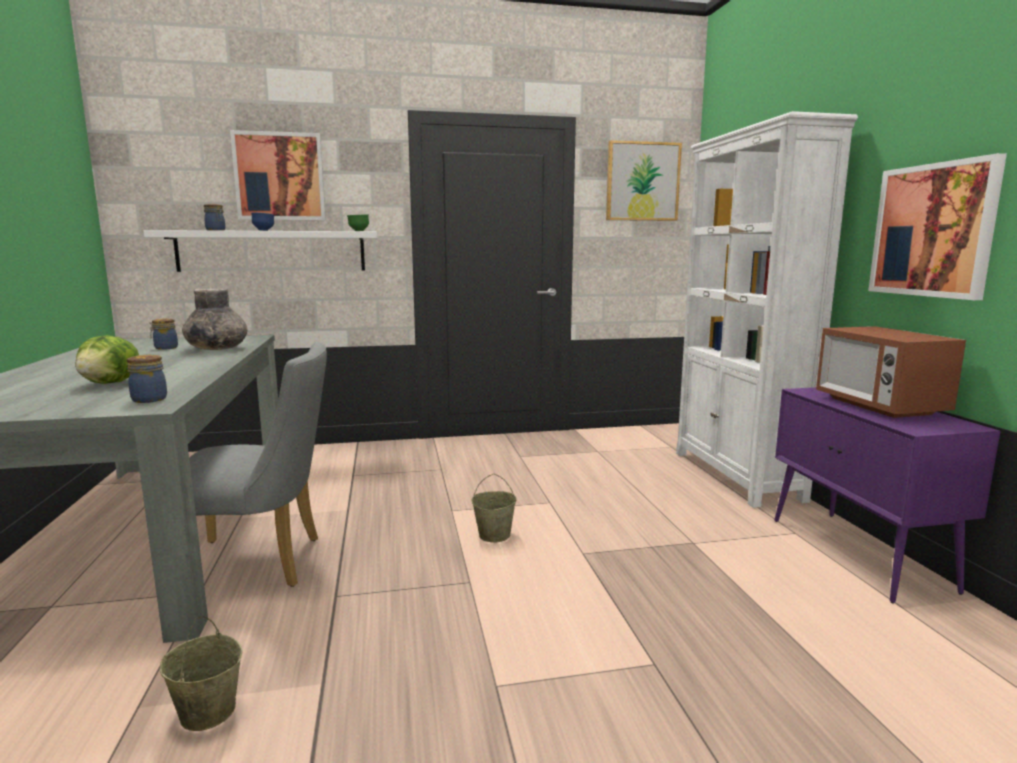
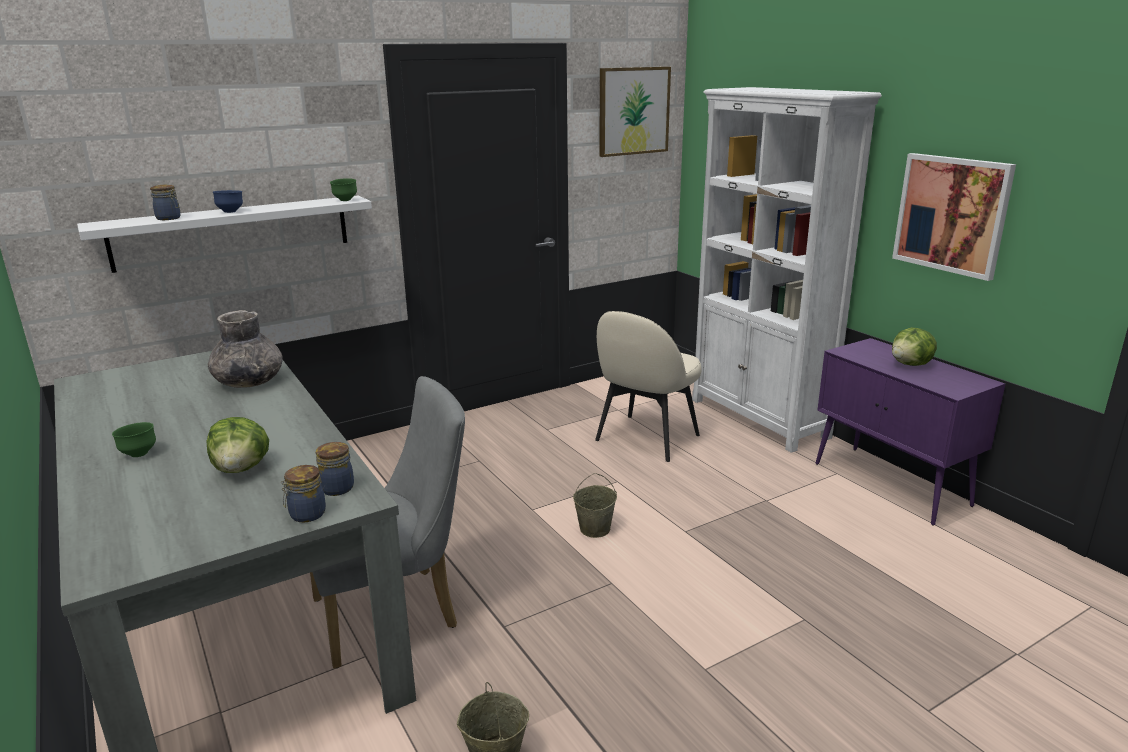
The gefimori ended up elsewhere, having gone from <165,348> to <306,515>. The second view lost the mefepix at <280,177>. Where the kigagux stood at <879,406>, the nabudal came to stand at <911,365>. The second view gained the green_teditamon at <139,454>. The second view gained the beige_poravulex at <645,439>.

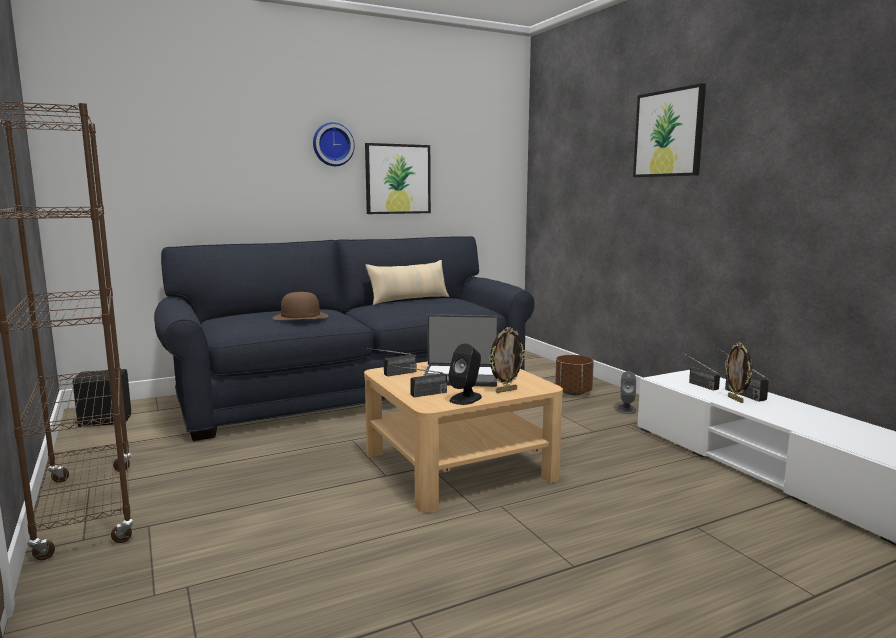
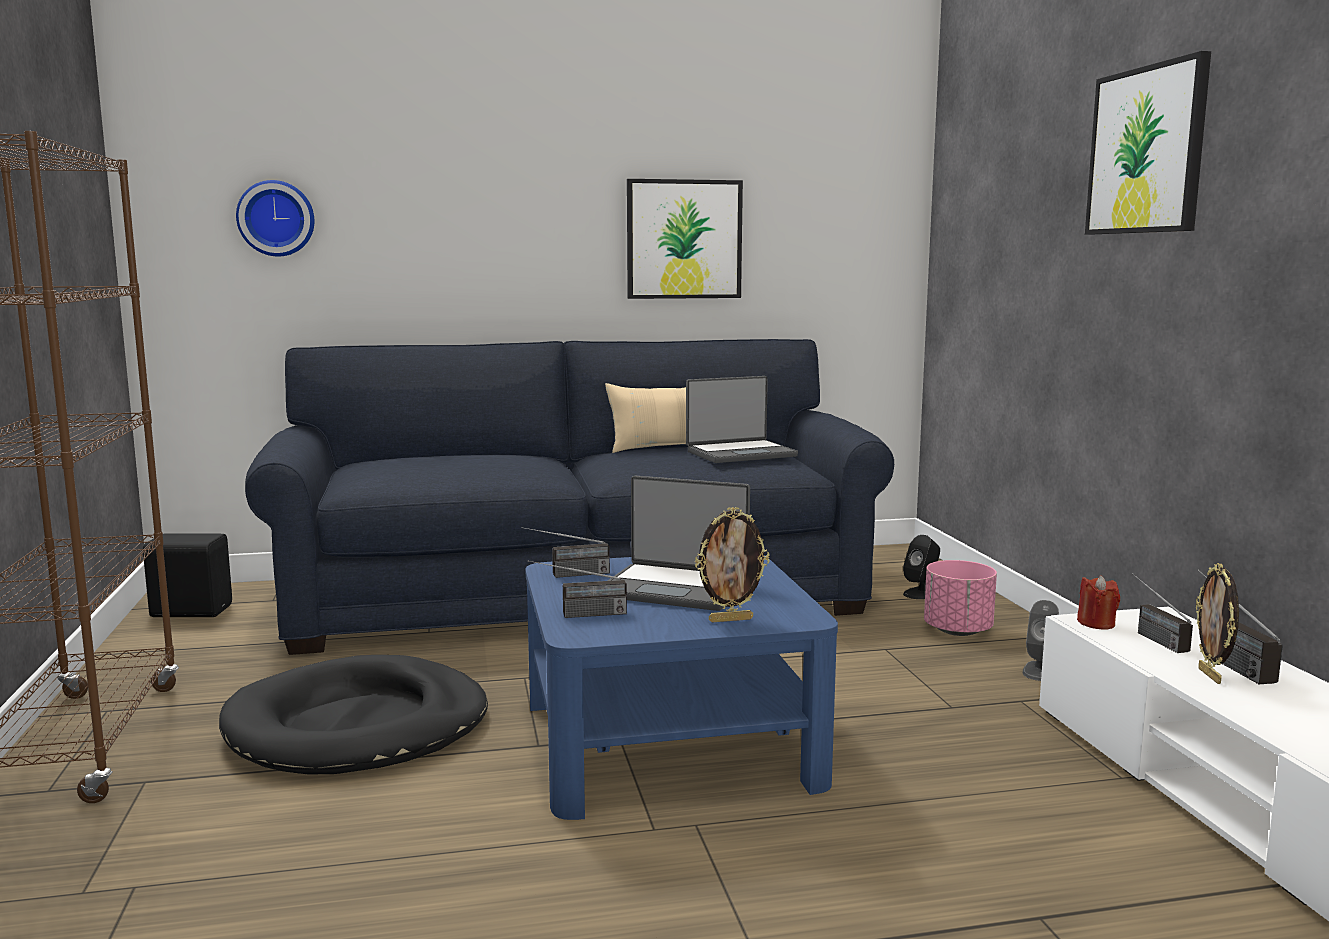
The second view lost the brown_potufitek at <300,317>. The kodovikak ended up elsewhere, having gone from <332,144> to <276,218>. What was the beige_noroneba at <459,465> turned into the blue_noroneba at <670,741>. The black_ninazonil ended up elsewhere, having gone from <466,398> to <921,593>. What was the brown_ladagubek at <573,393> turned into the pink_ladagubek at <958,631>. The second view gained the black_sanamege at <358,726>. The second view gained the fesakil at <740,453>. The second view gained the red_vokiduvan at <1096,623>.

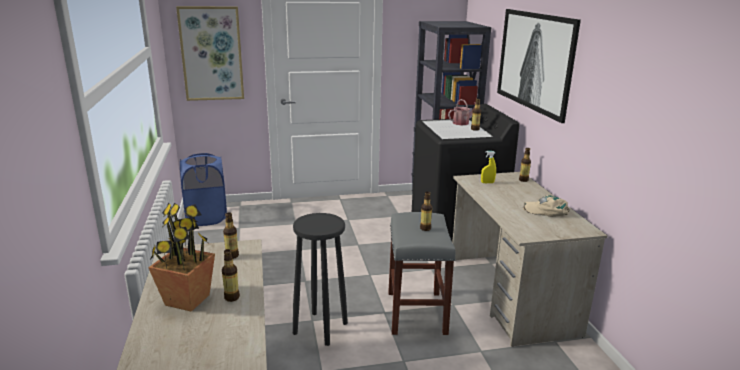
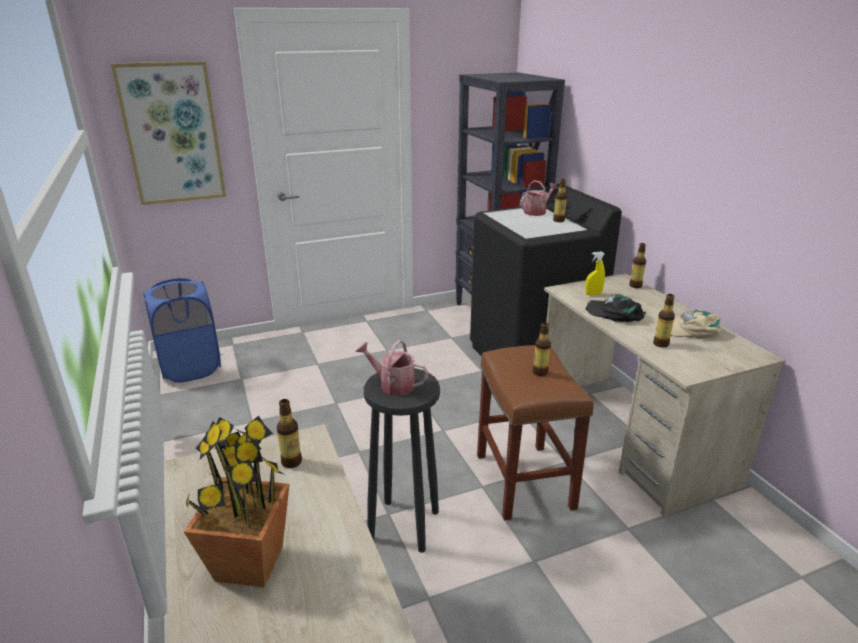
The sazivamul ended up elsewhere, having gone from <232,297> to <660,344>. What was the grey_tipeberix at <416,312> turned into the brown_tipeberix at <523,480>. The second view lost the mefepix at <536,61>. The second view gained the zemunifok at <392,384>. The second view gained the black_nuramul at <615,313>.

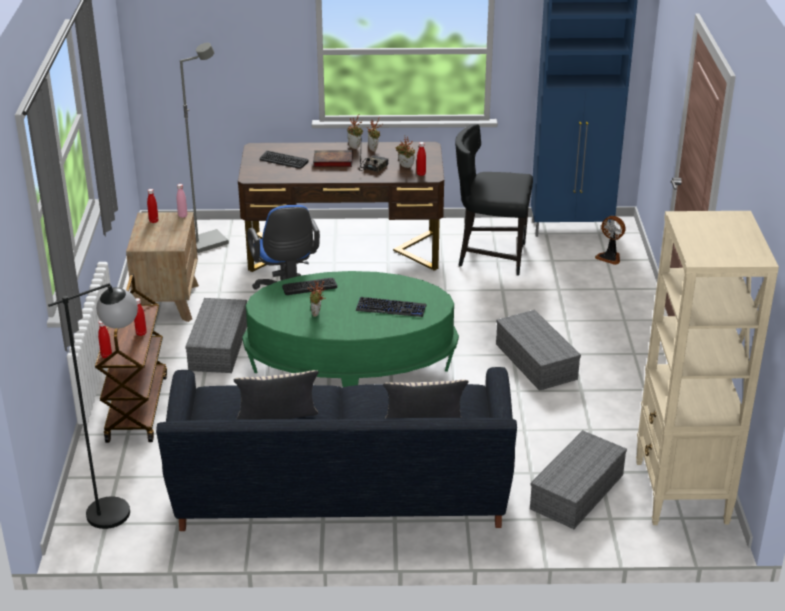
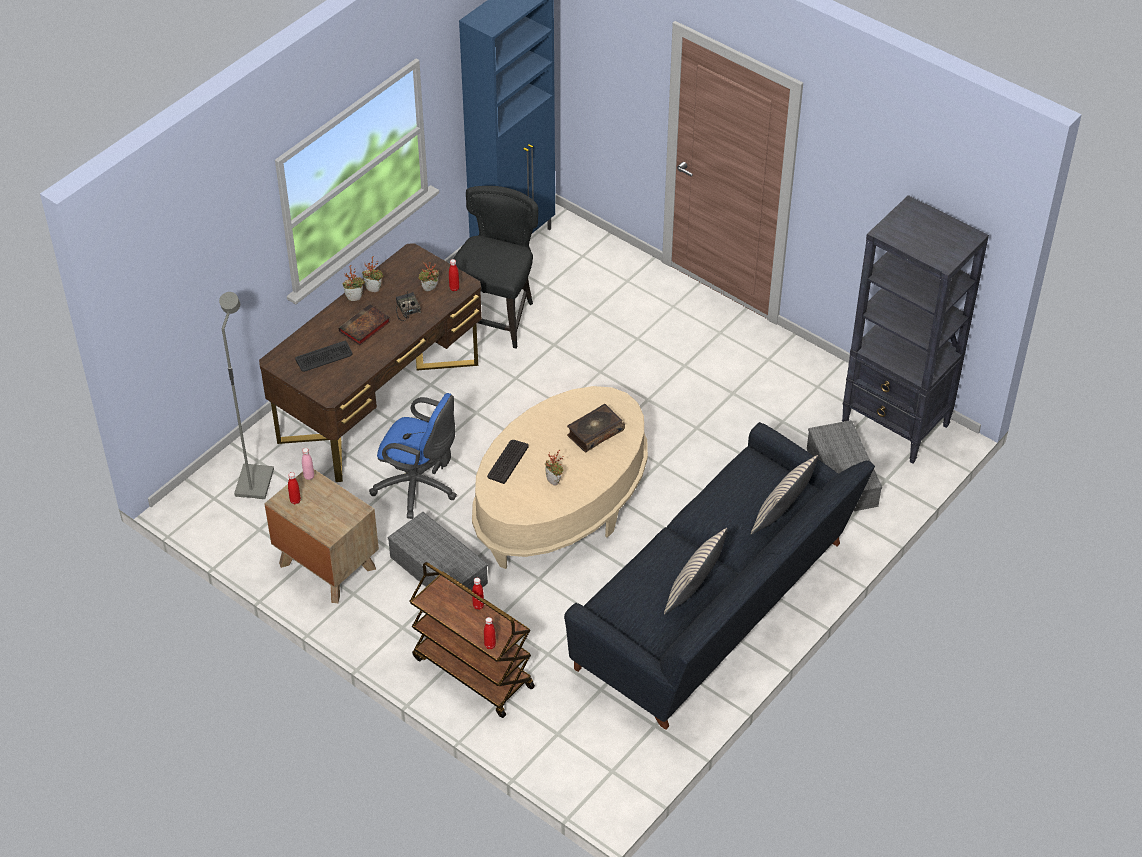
The second view lost the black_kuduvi at <122,507>. What was the green_noroneba at <351,367> turned into the beige_noroneba at <561,504>. Where the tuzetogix stood at <391,308>, the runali came to stand at <595,433>. The black_poravulex at <490,256> ended up facing another way, 150 degrees clockwise from before. The second view lost the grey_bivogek at <537,362>. The second view lost the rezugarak at <609,257>. What was the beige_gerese at <681,493> turned into the black_gerese at <896,425>.

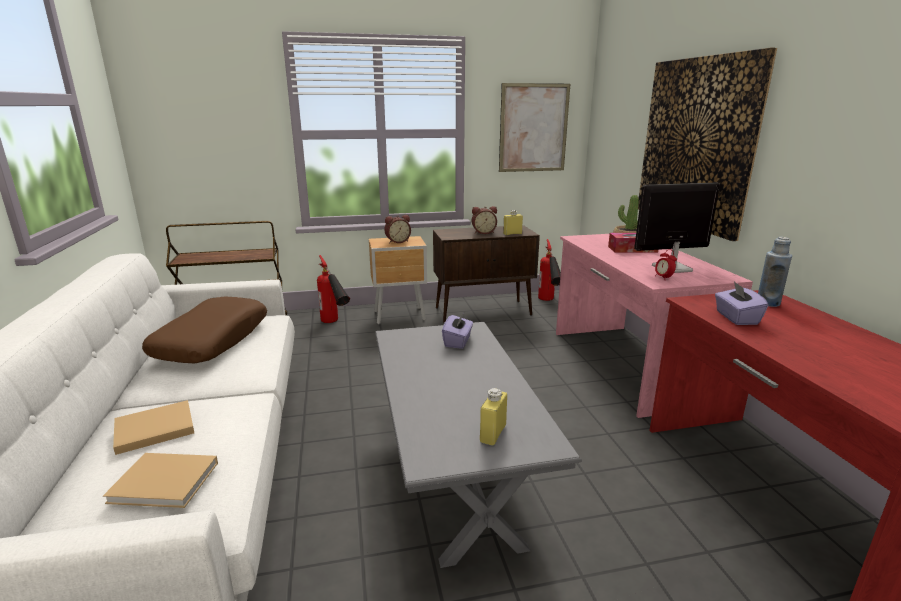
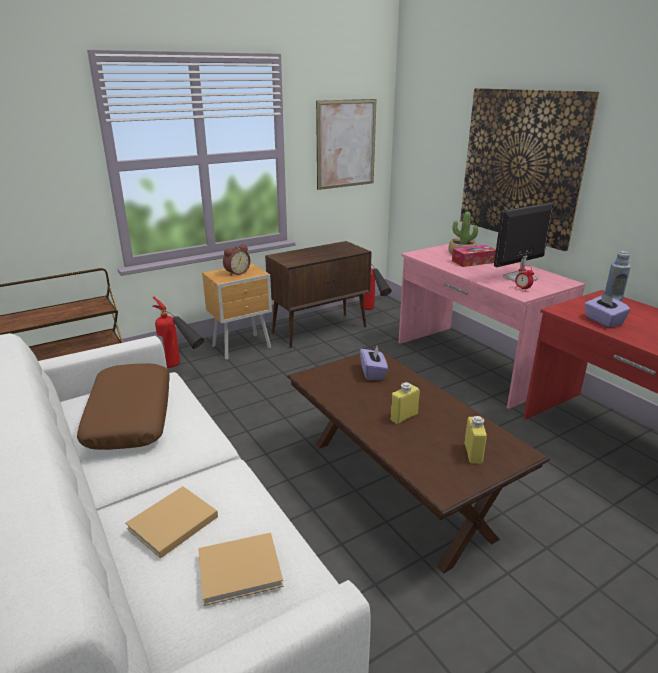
What was the grey_noroneba at <454,467> turned into the brown_noroneba at <396,486>. The second view lost the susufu at <483,232>. The yellow_sazivamul ended up elsewhere, having gone from <512,234> to <404,417>.

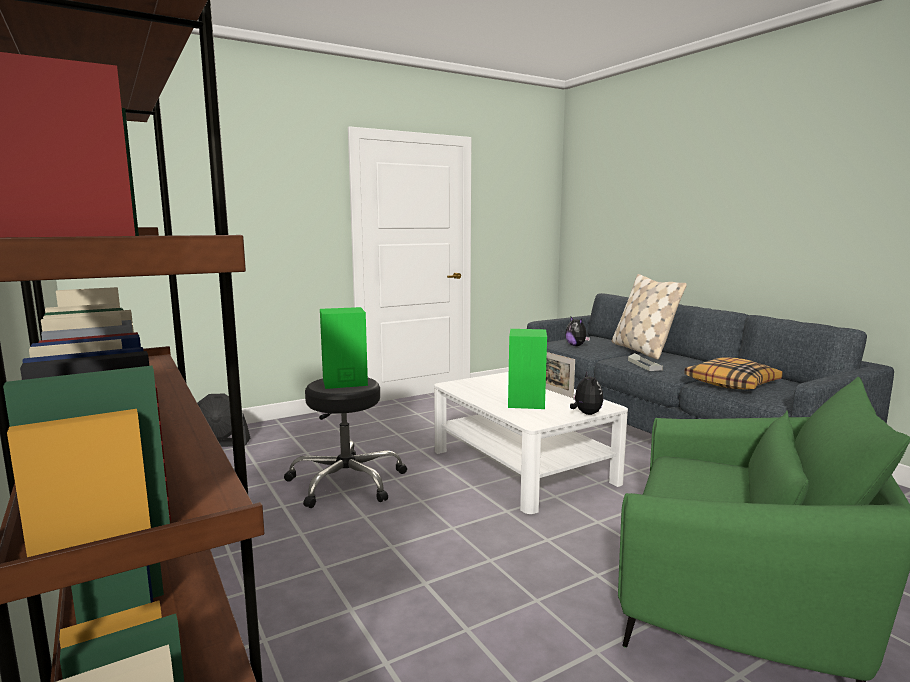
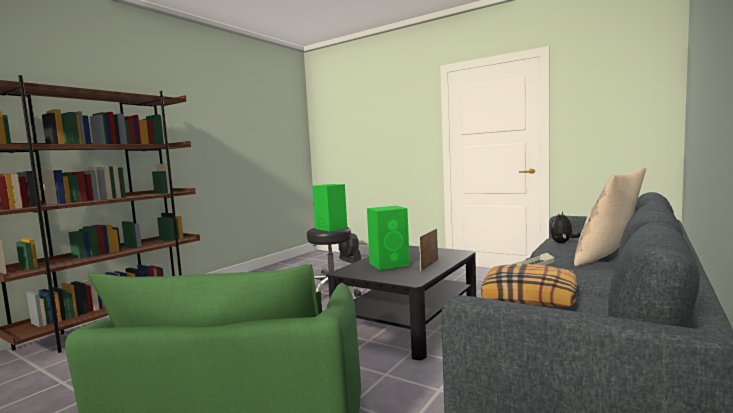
What was the white_noroneba at <523,466> turned into the black_noroneba at <409,321>. The second view lost the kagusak at <586,414>.

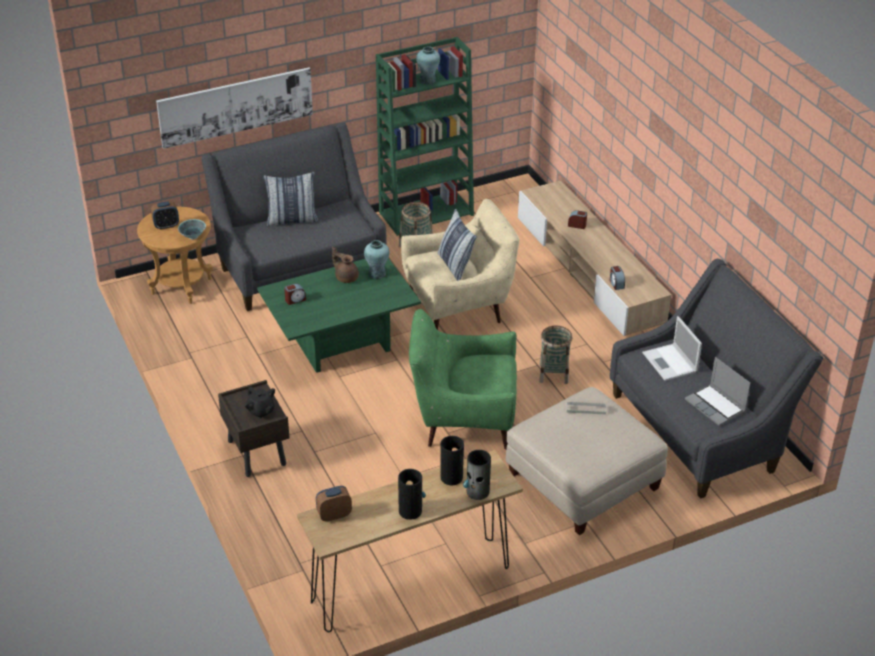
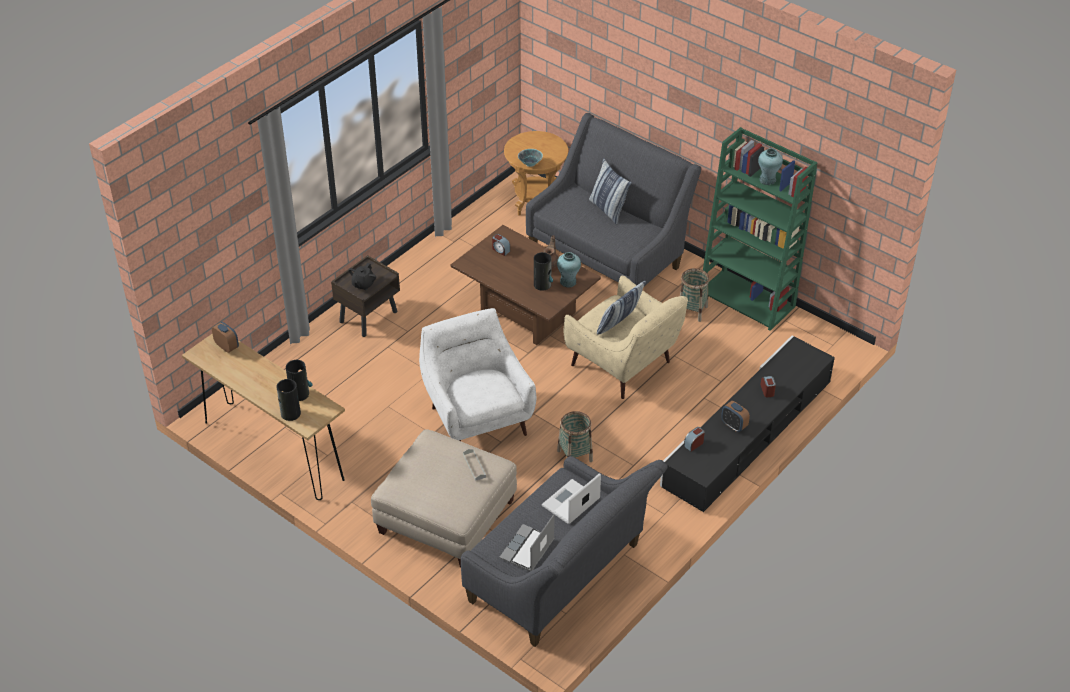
The susufu ended up elsewhere, having gone from <166,225> to <734,425>. The second view lost the mefepix at <236,106>. What was the green_noroneba at <340,344> turned into the brown_noroneba at <525,314>. The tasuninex ended up elsewhere, having gone from <410,510> to <542,284>. What was the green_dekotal at <462,420> turned into the white_dekotal at <477,417>. What was the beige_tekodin at <589,270> turned into the black_tekodin at <747,434>.

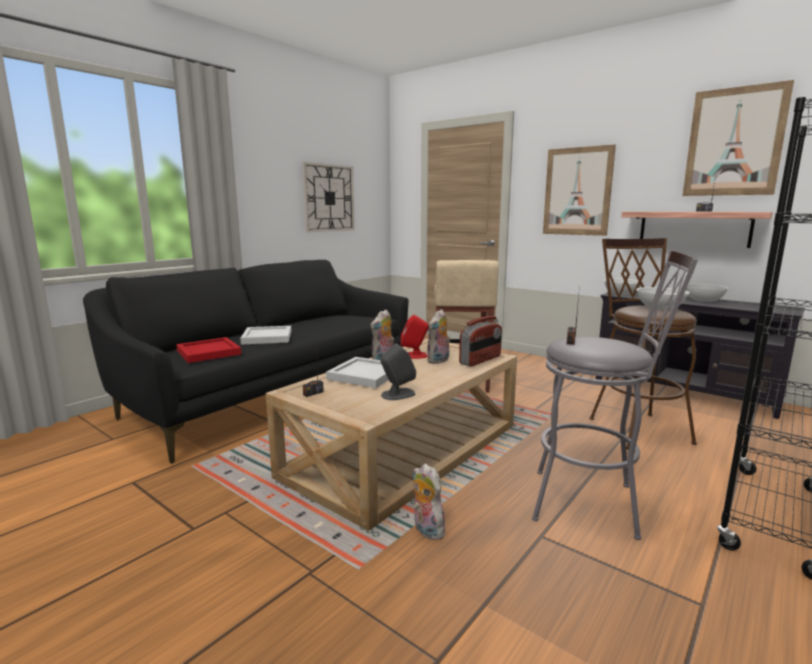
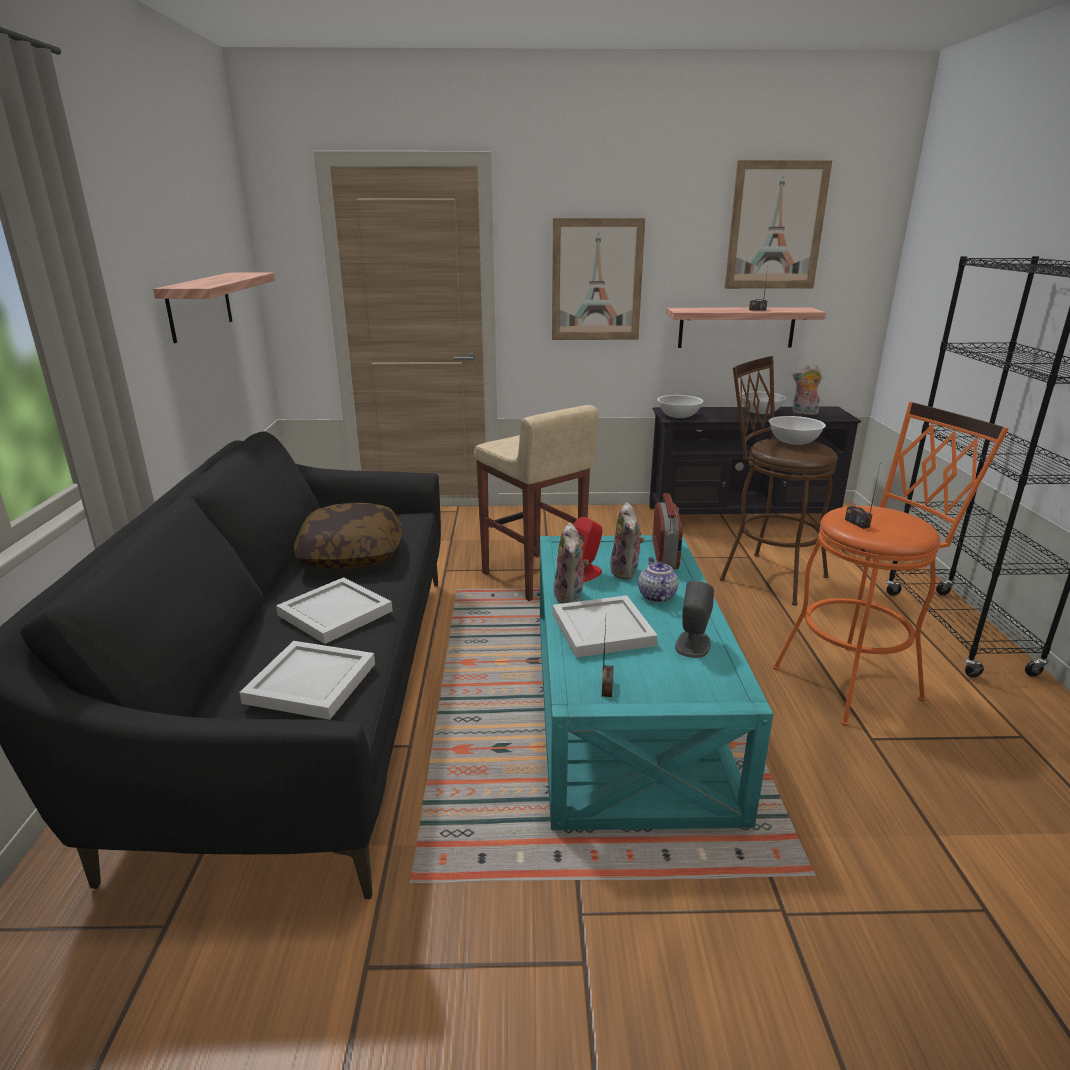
What was the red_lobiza at <209,352> turned into the white_lobiza at <310,682>. What was the beige_noroneba at <404,449> turned into the turquoise_noroneba at <623,704>. Where the kodovikak hung at <329,198>, the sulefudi came to hang at <200,305>. The kagusak ended up elsewhere, having gone from <426,530> to <804,413>. What was the grey_tipeberix at <595,504> turned into the orange_tipeberix at <856,681>. The second view gained the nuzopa at <351,555>. The second view gained the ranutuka at <656,596>.

